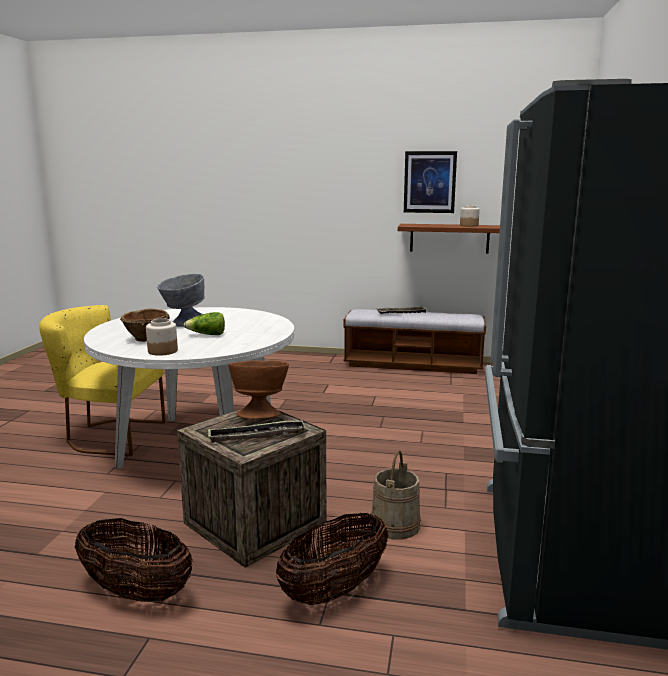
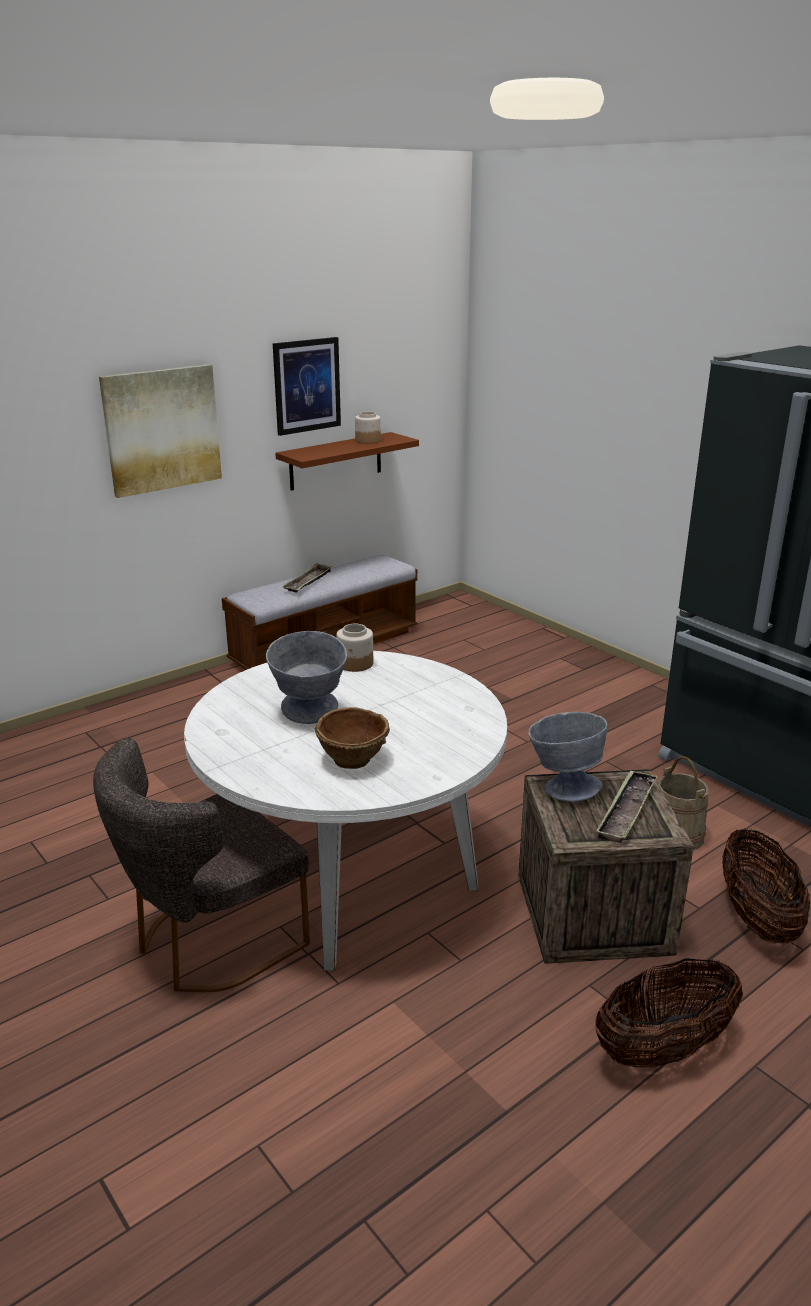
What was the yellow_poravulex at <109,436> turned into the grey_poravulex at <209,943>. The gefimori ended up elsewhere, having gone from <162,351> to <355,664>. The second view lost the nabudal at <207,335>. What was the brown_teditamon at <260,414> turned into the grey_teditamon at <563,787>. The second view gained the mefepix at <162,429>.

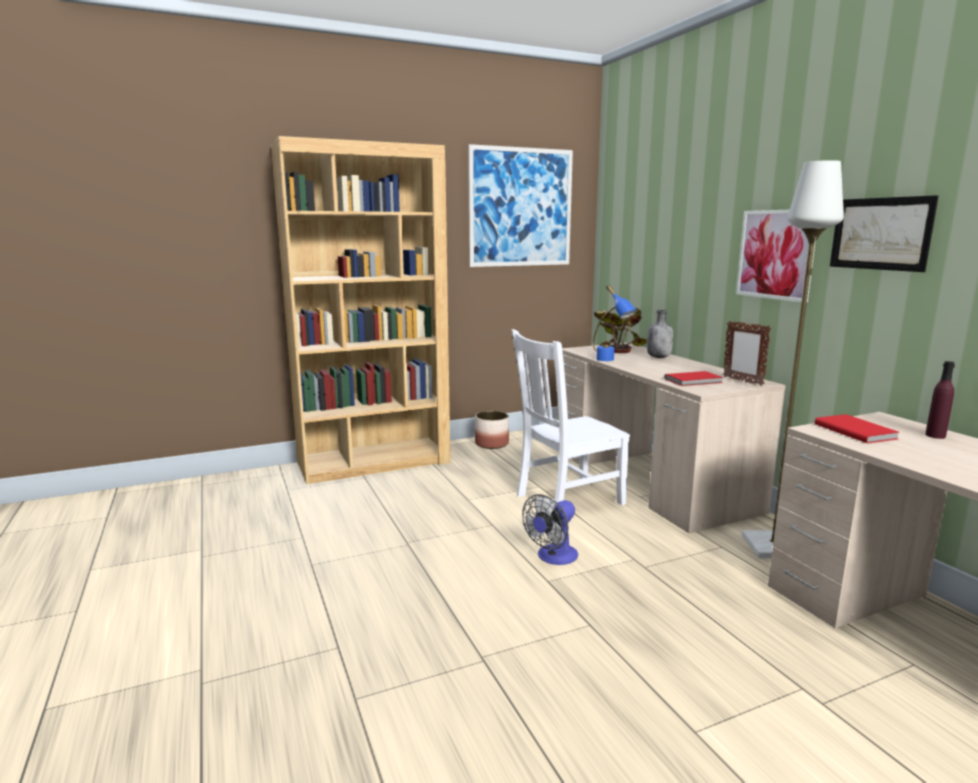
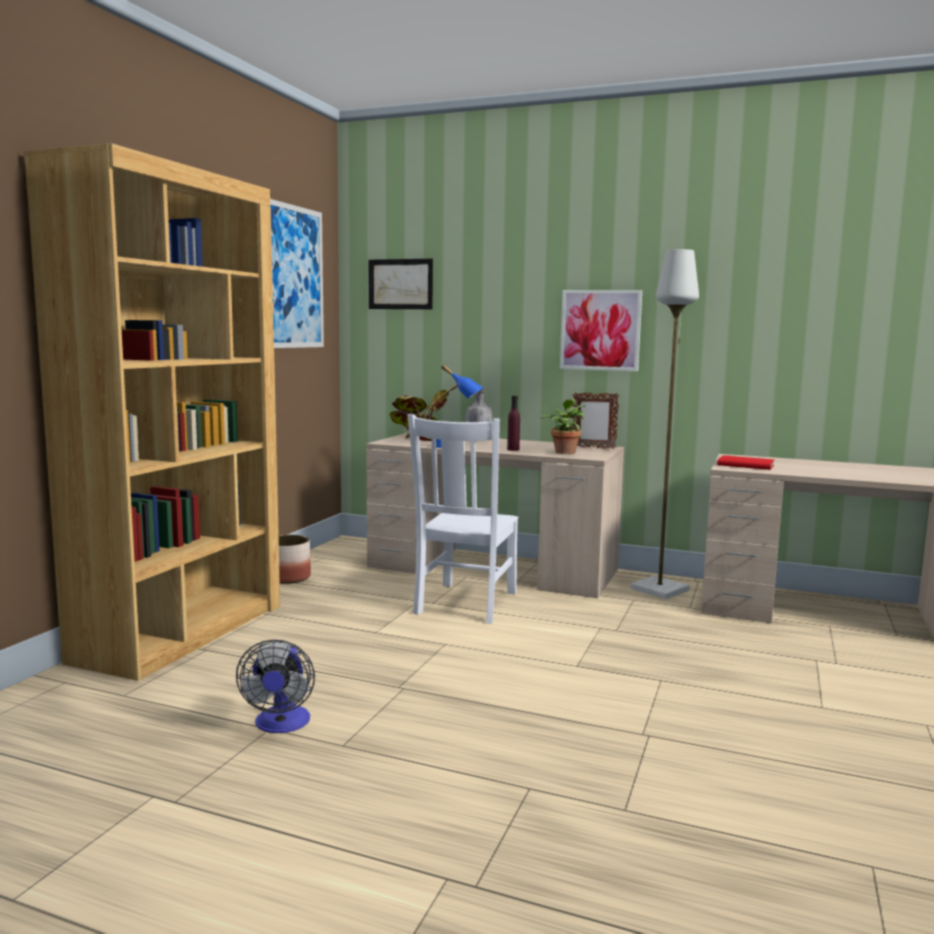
The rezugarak ended up elsewhere, having gone from <553,557> to <281,725>. Where the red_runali stood at <694,381>, the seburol came to stand at <564,452>. The mefepix ended up elsewhere, having gone from <880,233> to <400,284>. The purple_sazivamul ended up elsewhere, having gone from <935,435> to <513,449>.

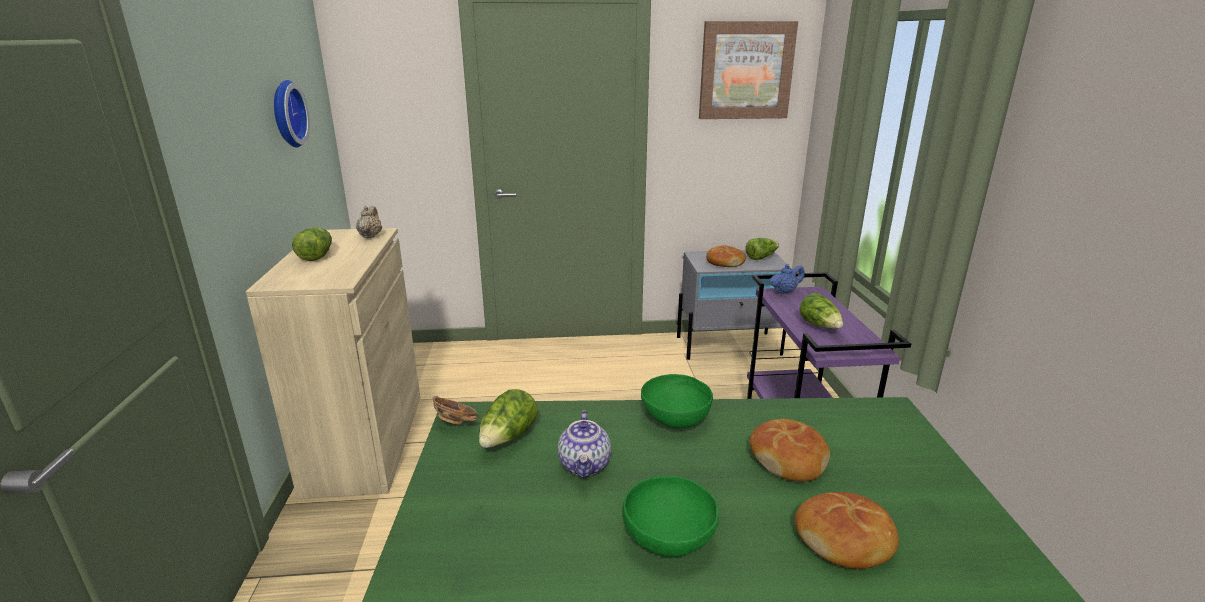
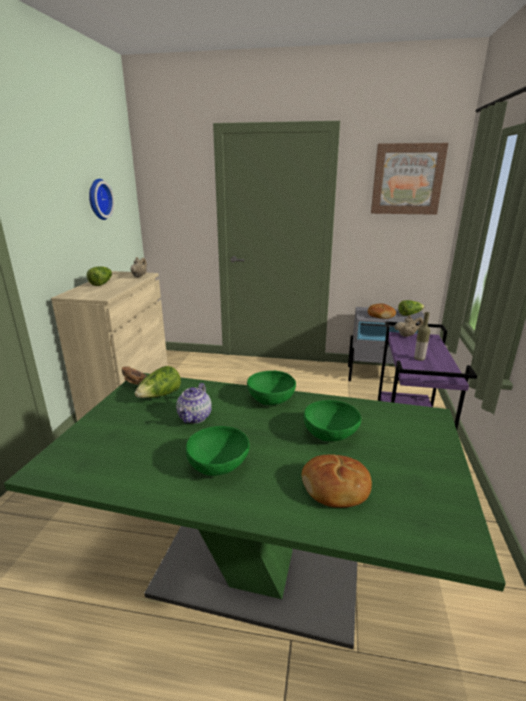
Where the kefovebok stood at <788,459>, the green_teditamon came to stand at <331,434>. What was the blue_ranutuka at <784,292> turned into the beige_ranutuka at <407,335>. Where the nabudal stood at <820,326>, the sazivamul came to stand at <419,359>.

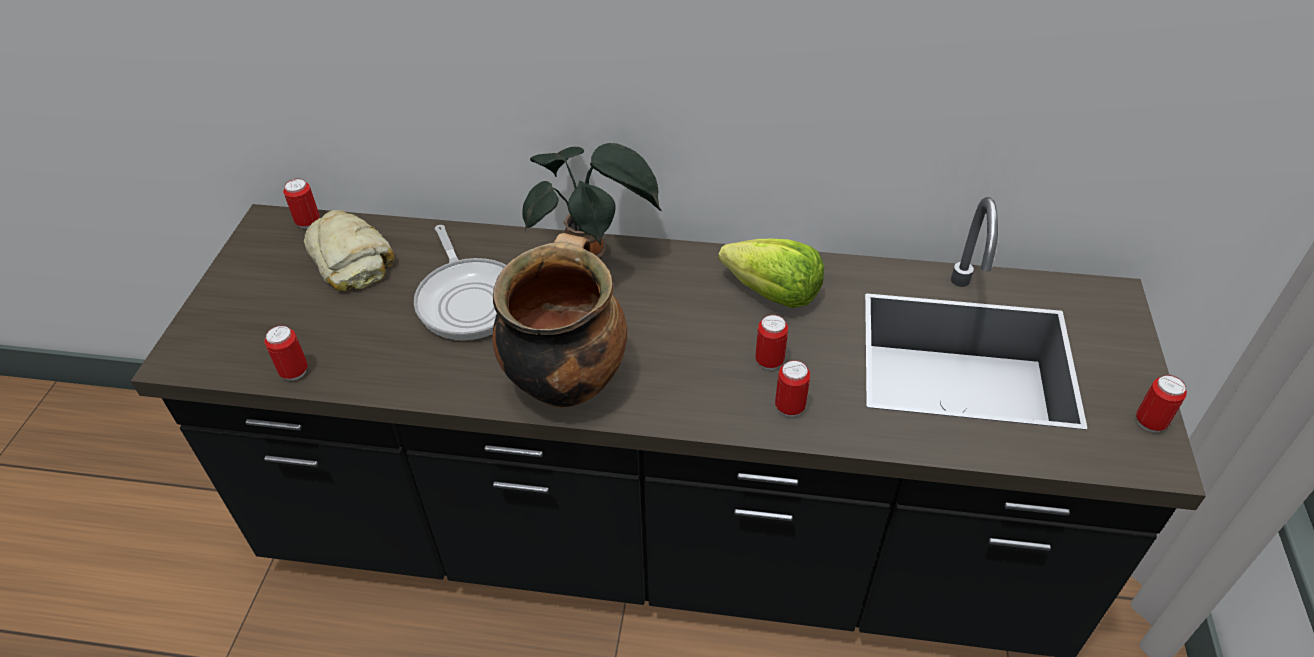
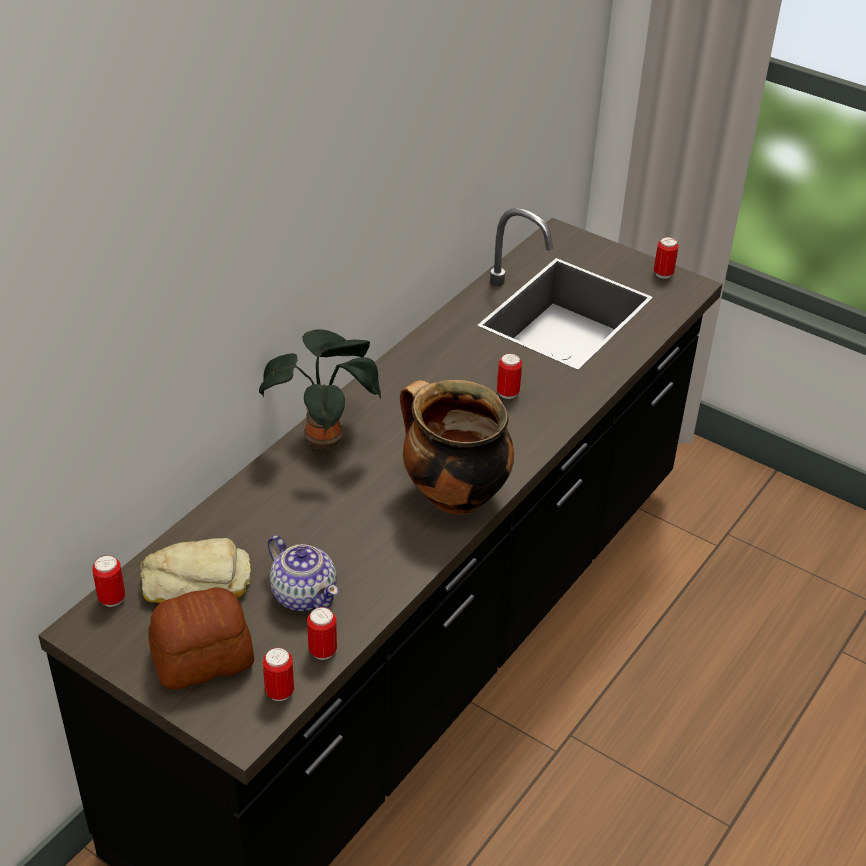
The second view lost the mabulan at <469,299>. The second view lost the nabudal at <772,293>. The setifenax ended up elsewhere, having gone from <789,407> to <279,692>. The second view gained the kefovebok at <201,657>. The second view gained the ranutuka at <304,594>.

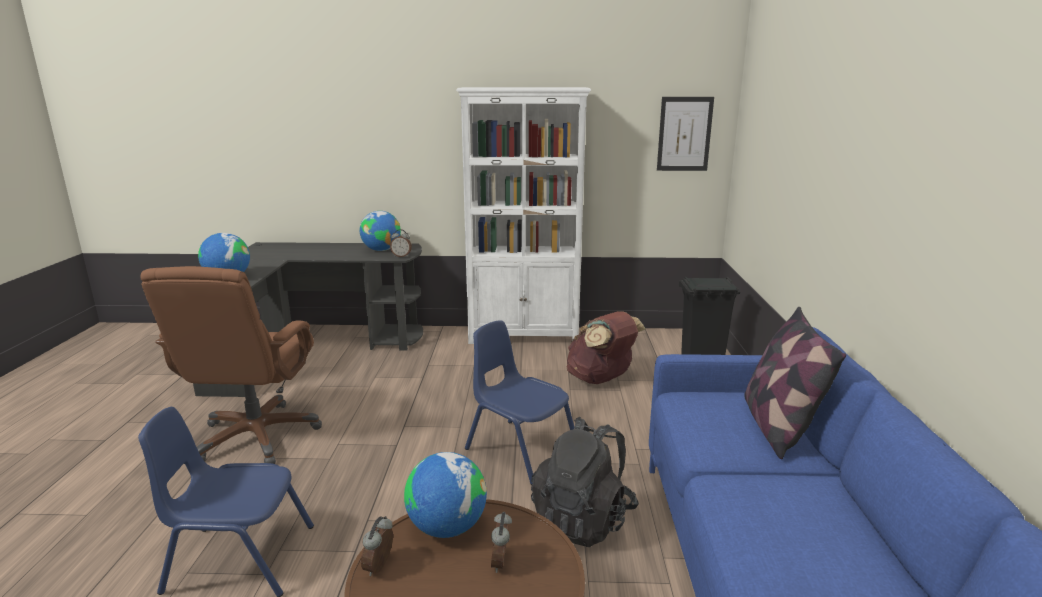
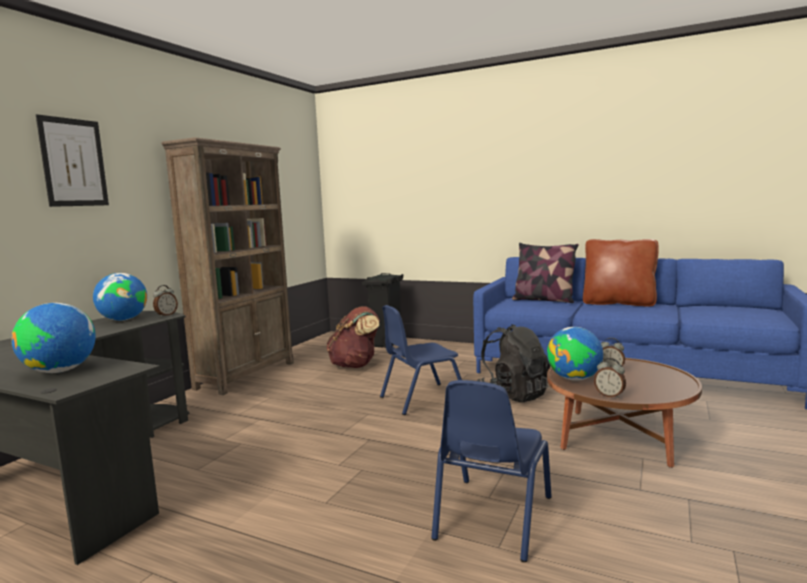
The second view lost the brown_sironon at <257,437>. What was the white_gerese at <524,336> turned into the brown_gerese at <246,375>. The mefepix ended up elsewhere, having gone from <684,134> to <73,162>. The second view gained the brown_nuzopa at <618,303>.

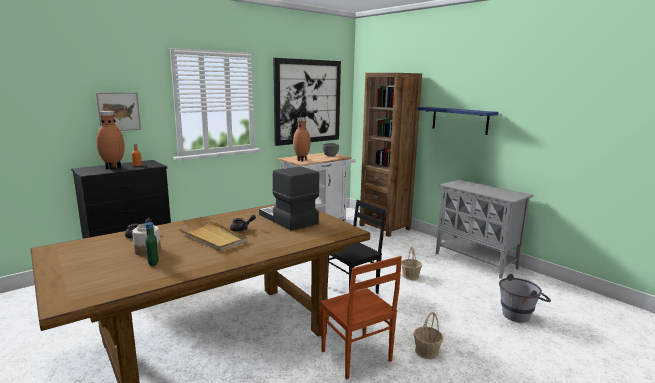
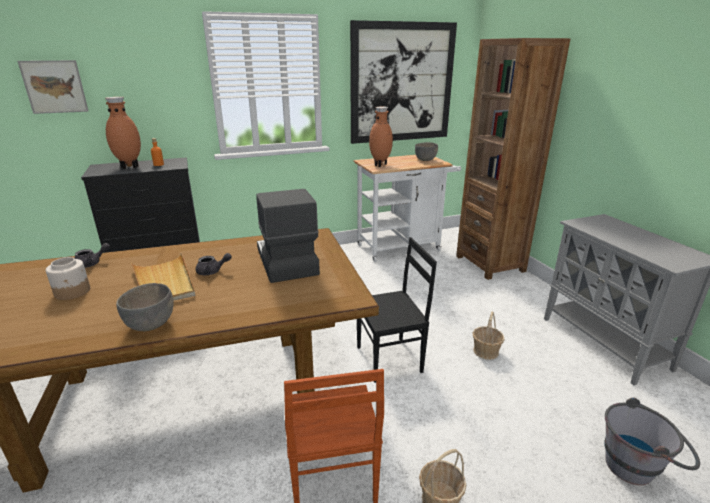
The mefepix ended up elsewhere, having gone from <118,111> to <54,87>. The second view lost the green_sazivamul at <153,263>. The second view lost the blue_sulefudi at <459,120>. The second view gained the grey_teditamon at <151,324>.

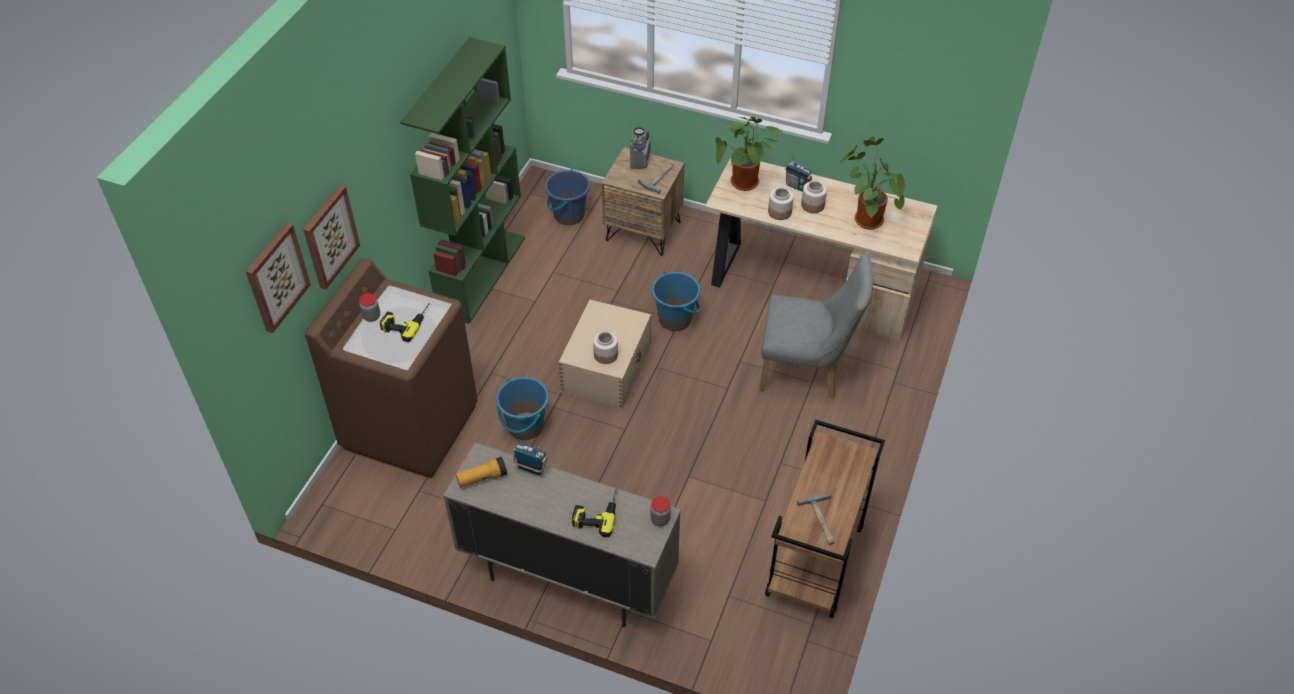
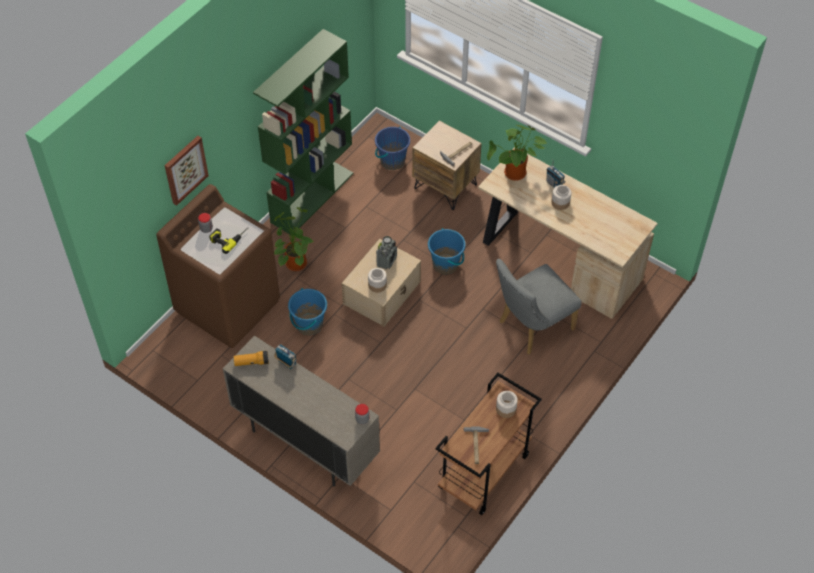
The second view lost the mefepix at <276,277>. The second view lost the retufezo at <596,511>. The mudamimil ended up elsewhere, having gone from <640,161> to <387,261>. The grey_poravulex at <807,371> ended up facing another way, 120 degrees clockwise from before. The gefimori ended up elsewhere, having gone from <779,212> to <506,409>. The seburol ended up elsewhere, having gone from <865,219> to <294,262>.

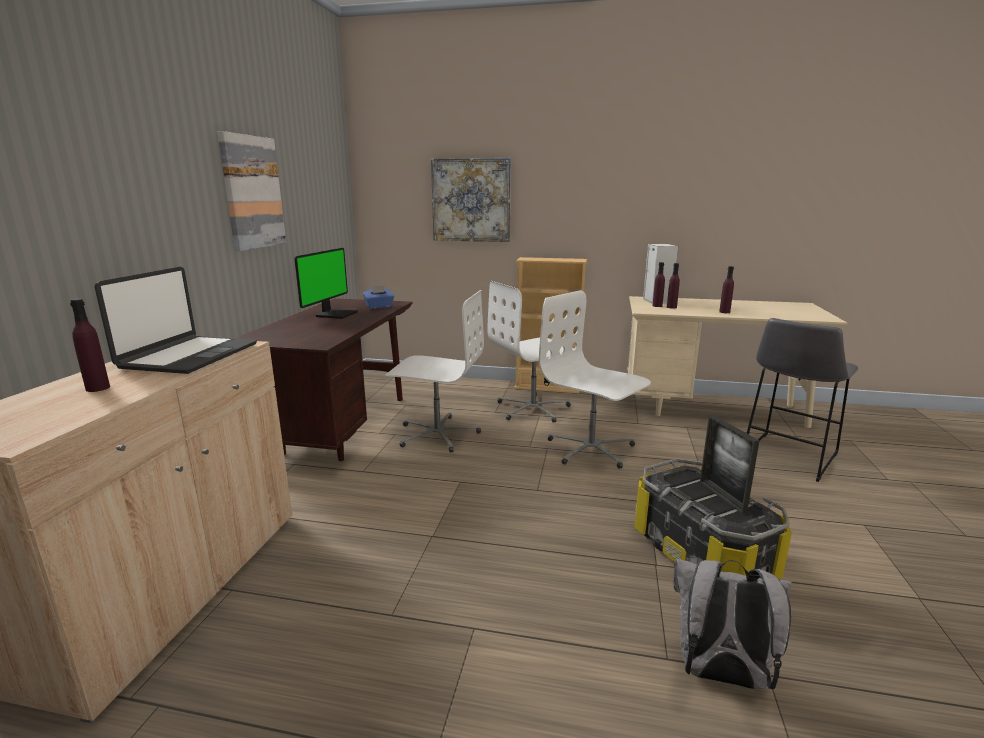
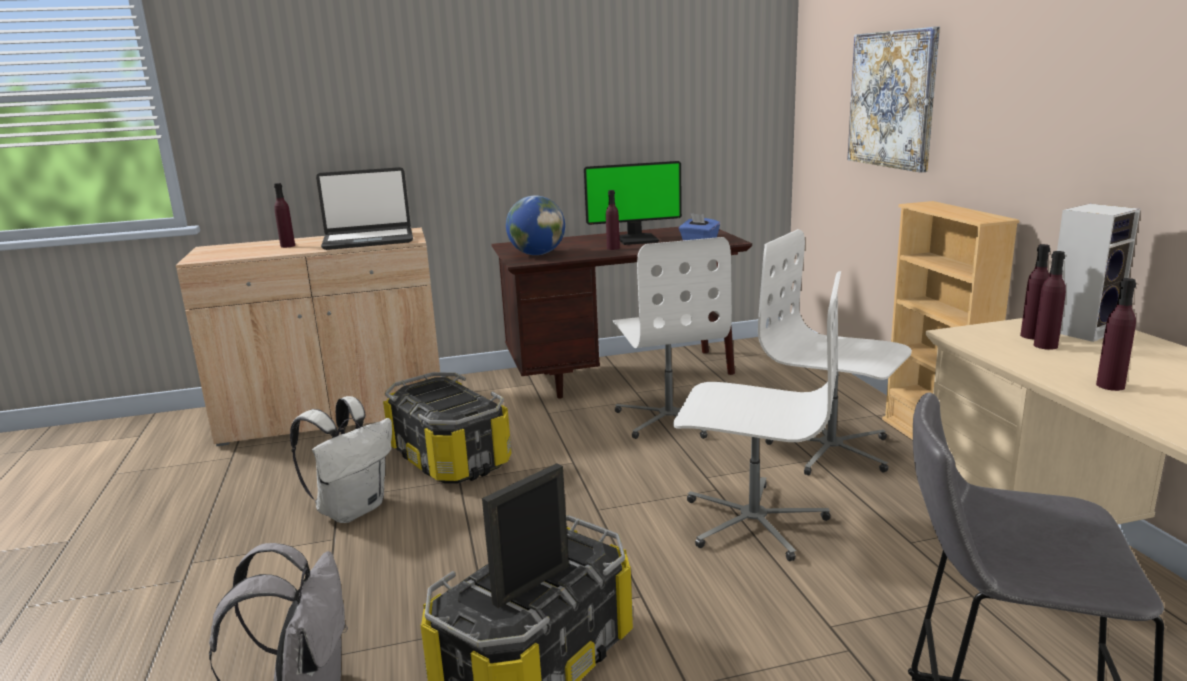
The second view lost the mefepix at <252,192>. The white_sironon at <590,449> ended up facing another way, 90 degrees clockwise from before. The second view gained the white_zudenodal at <353,509>. The second view gained the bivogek at <450,457>. The second view gained the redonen at <537,254>. The second view gained the purple_sazivamul at <613,248>.

